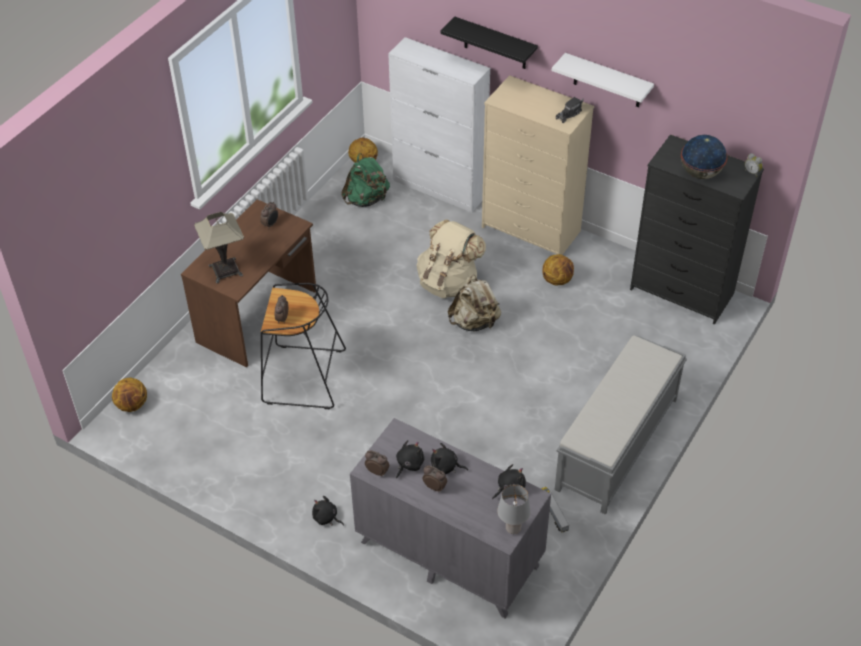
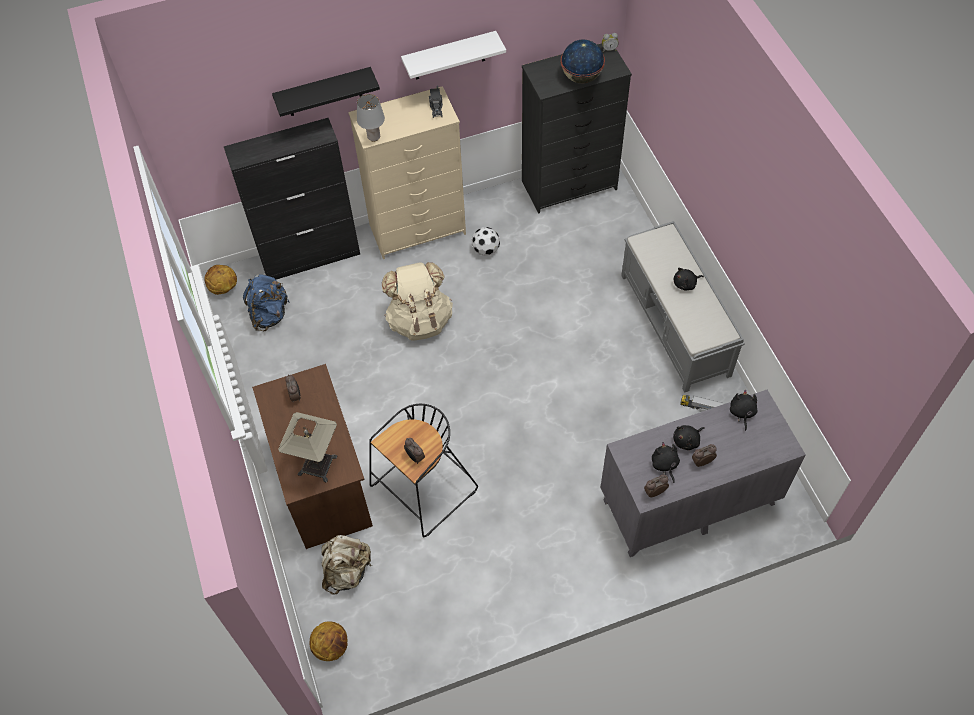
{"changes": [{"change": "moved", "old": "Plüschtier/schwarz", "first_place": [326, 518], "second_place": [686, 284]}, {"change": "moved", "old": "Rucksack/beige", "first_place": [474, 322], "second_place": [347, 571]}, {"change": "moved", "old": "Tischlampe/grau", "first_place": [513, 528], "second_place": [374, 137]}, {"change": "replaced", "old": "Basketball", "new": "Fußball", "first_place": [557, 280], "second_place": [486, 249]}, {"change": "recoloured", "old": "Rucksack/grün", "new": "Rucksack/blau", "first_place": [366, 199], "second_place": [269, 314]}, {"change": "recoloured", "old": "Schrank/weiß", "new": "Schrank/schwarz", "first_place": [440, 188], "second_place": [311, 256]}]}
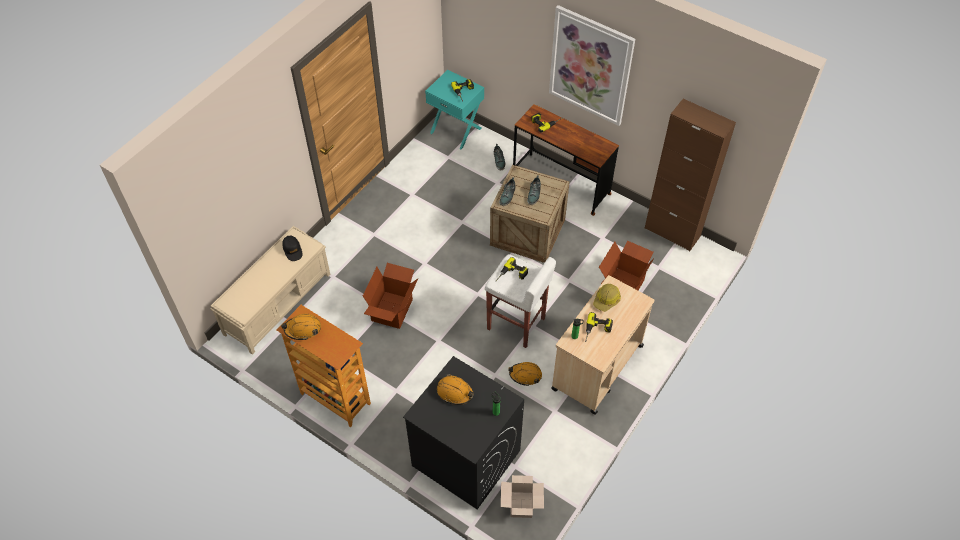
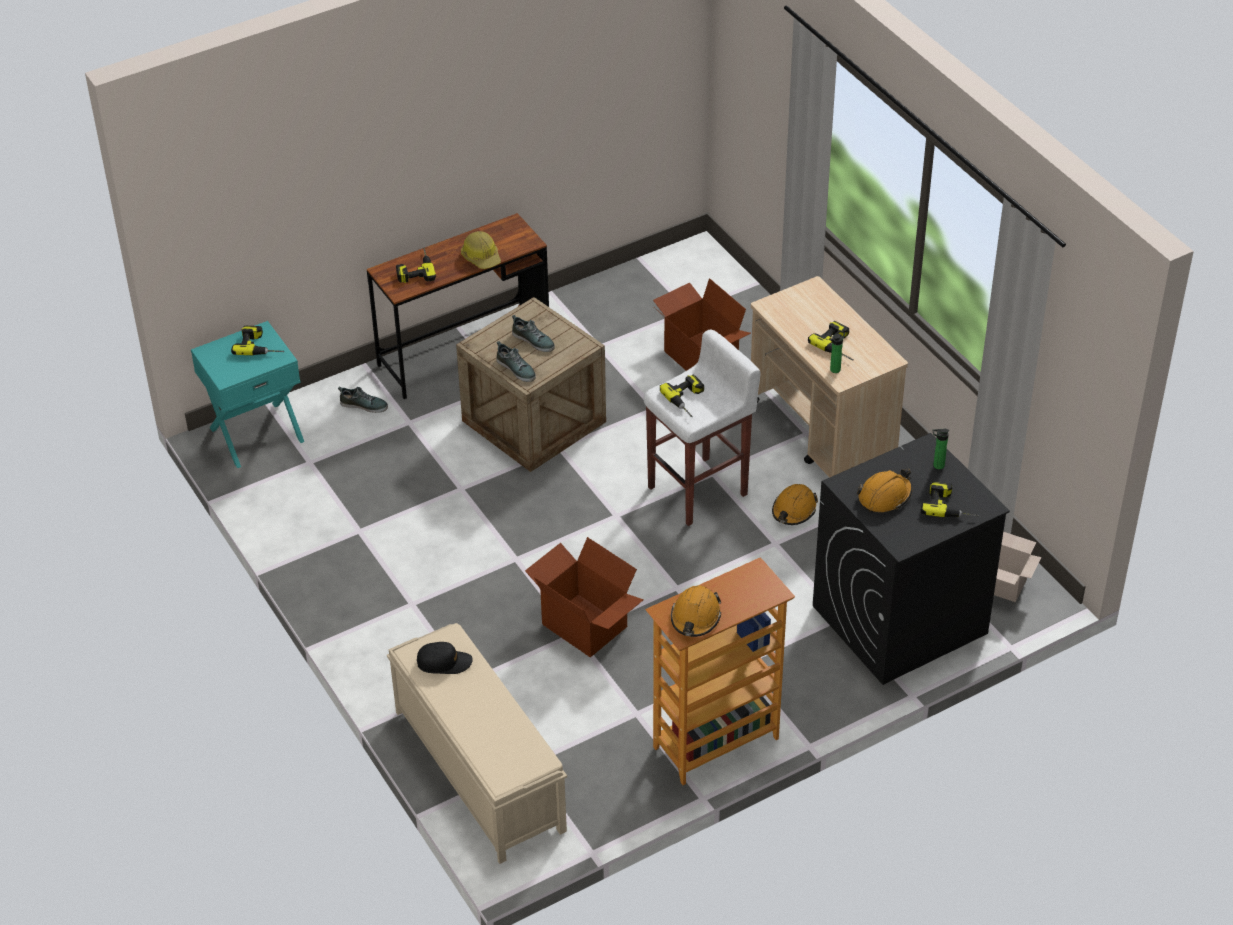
{"changes": [{"change": "removed", "old": "Bild", "first_place": [590, 66]}, {"change": "removed", "old": "Schrank/braun", "first_place": [672, 232]}, {"change": "added", "new": "Bohrmaschine", "second_place": [951, 505]}, {"change": "moved", "old": "Schutzhelm", "first_place": [606, 300], "second_place": [481, 257]}]}
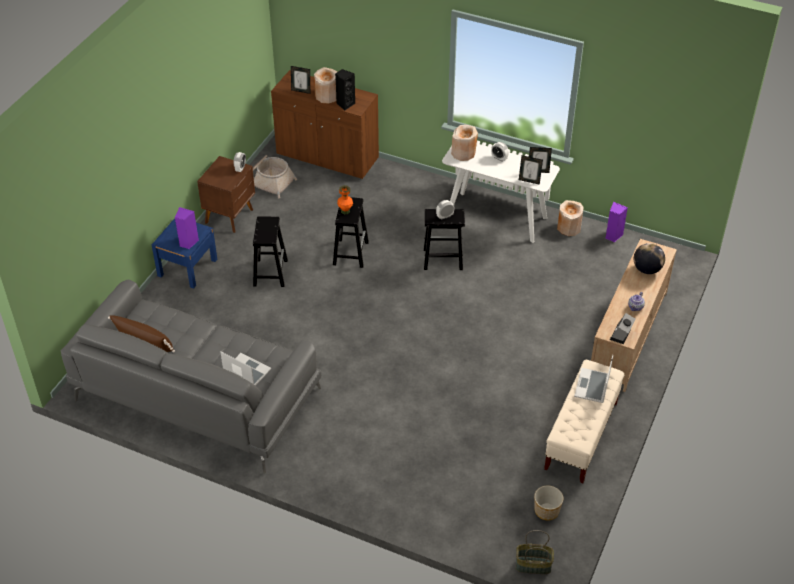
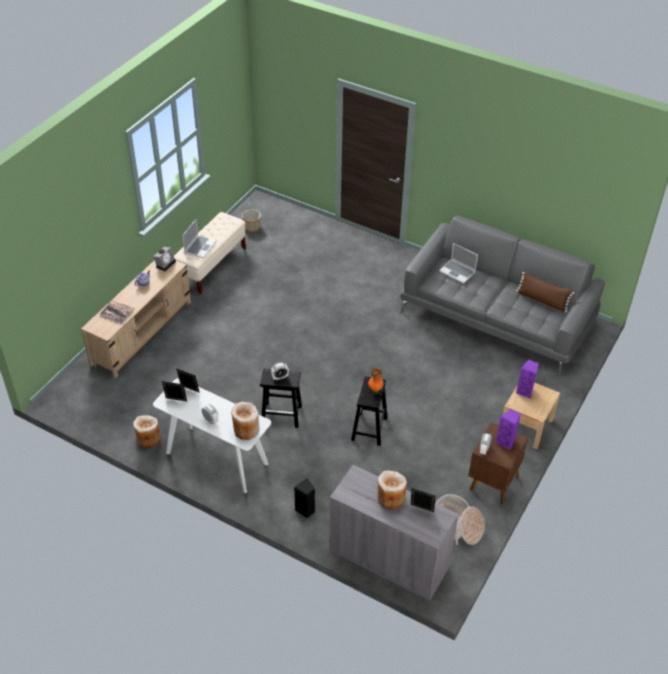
{"changes": [{"change": "removed", "old": "Hocker/schwarz", "first_place": [270, 272]}, {"change": "removed", "old": "Korb", "first_place": [533, 565]}, {"change": "moved", "old": "Lautsprecher/schwarz", "first_place": [345, 104], "second_place": [305, 510]}, {"change": "moved", "old": "Lautsprecher/lila", "first_place": [612, 236], "second_place": [506, 442]}, {"change": "replaced", "old": "Globus", "new": "Buch", "first_place": [647, 269], "second_place": [117, 312]}, {"change": "recoloured", "old": "Nachttisch/blau", "new": "Nachttisch/beige", "first_place": [187, 267], "second_place": [526, 426]}, {"change": "recoloured", "old": "Schrank/braun", "new": "Schrank/grau", "first_place": [327, 156], "second_place": [389, 559]}]}
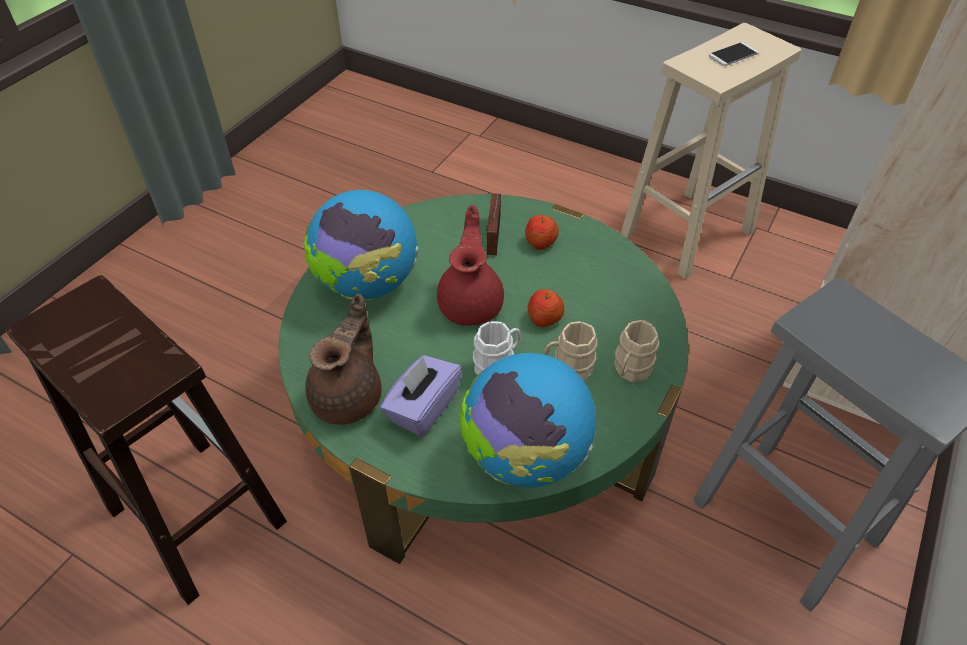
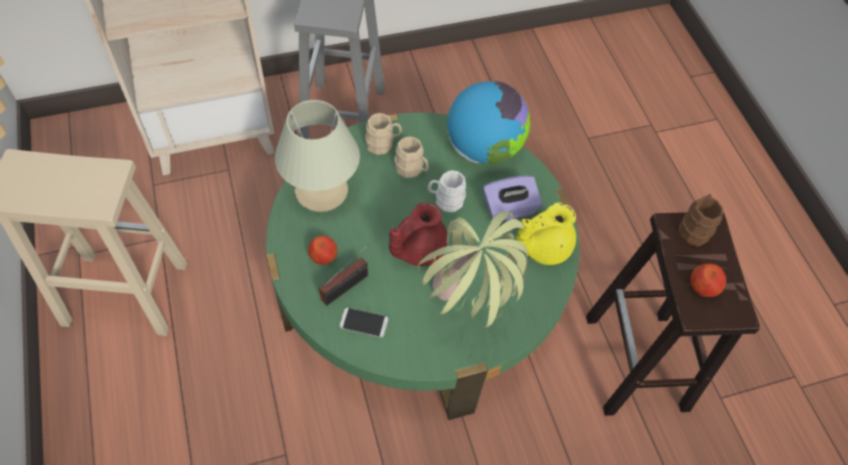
{"changes": [{"change": "added", "new": "Tischlampe/beige", "second_place": [321, 191]}, {"change": "added", "new": "Henkelbecher/braun", "second_place": [694, 228]}, {"change": "moved", "old": "Apfel", "first_place": [544, 318], "second_place": [703, 287]}, {"change": "moved", "old": "Handy", "first_place": [733, 55], "second_place": [364, 322]}, {"change": "replaced", "old": "Globus", "new": "Topfpflanze", "first_place": [367, 285], "second_place": [466, 317]}, {"change": "recoloured", "old": "Teekanne/braun", "new": "Teekanne/gelb", "first_place": [349, 396], "second_place": [542, 246]}]}
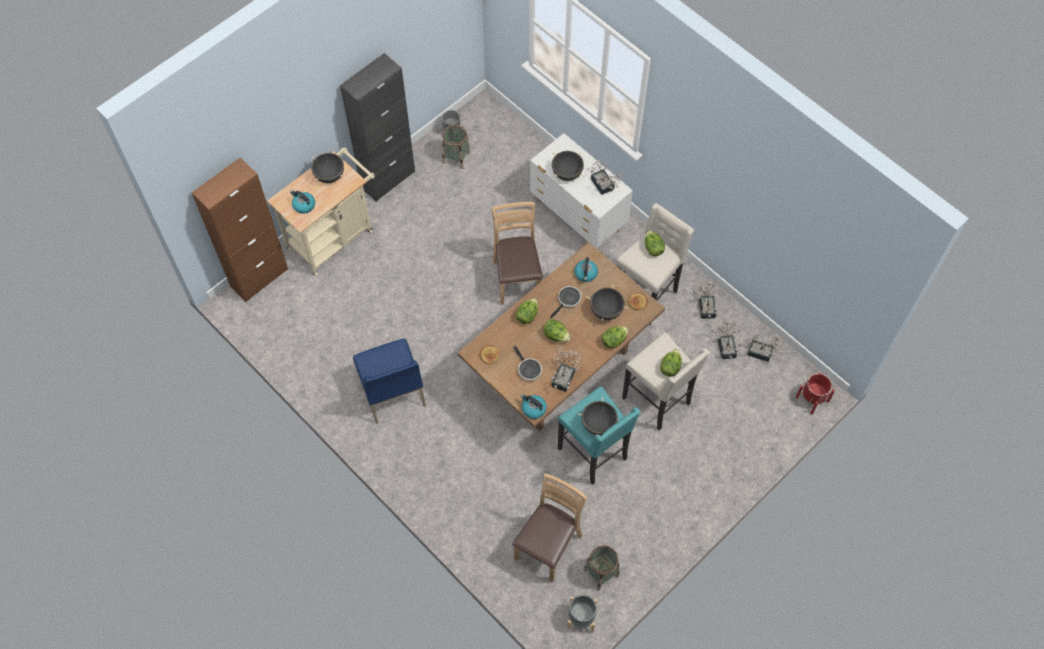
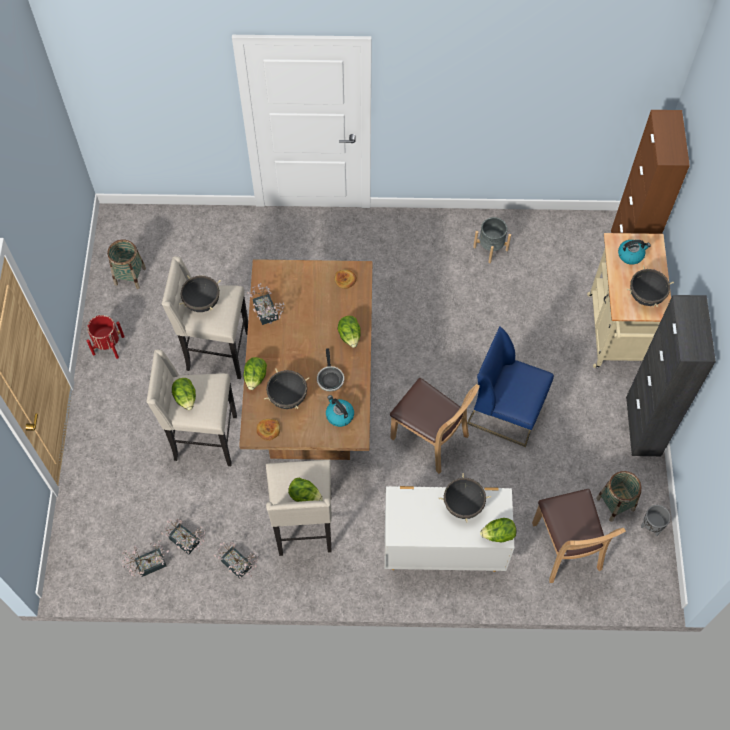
{"changes": [{"change": "removed", "old": "Pfanne", "first_place": [528, 369]}, {"change": "removed", "old": "Wasserkessel", "first_place": [533, 409]}, {"change": "removed", "old": "Topfpflanze", "first_place": [603, 186]}, {"change": "moved", "old": "Stuhl/blau", "first_place": [391, 390], "second_place": [507, 410]}, {"change": "moved", "old": "Stuhl/braun", "first_place": [548, 546], "second_place": [566, 548]}, {"change": "moved", "old": "Salatkopf", "first_place": [556, 335], "second_place": [498, 535]}, {"change": "moved", "old": "Pflanzkübel/grau", "first_place": [581, 618], "second_place": [490, 248]}, {"change": "moved", "old": "Pflanzkübel/rot", "first_place": [812, 399], "second_place": [108, 345]}, {"change": "recoloured", "old": "Hocker/türkis", "new": "Hocker/beige", "first_place": [594, 454], "second_place": [216, 352]}]}
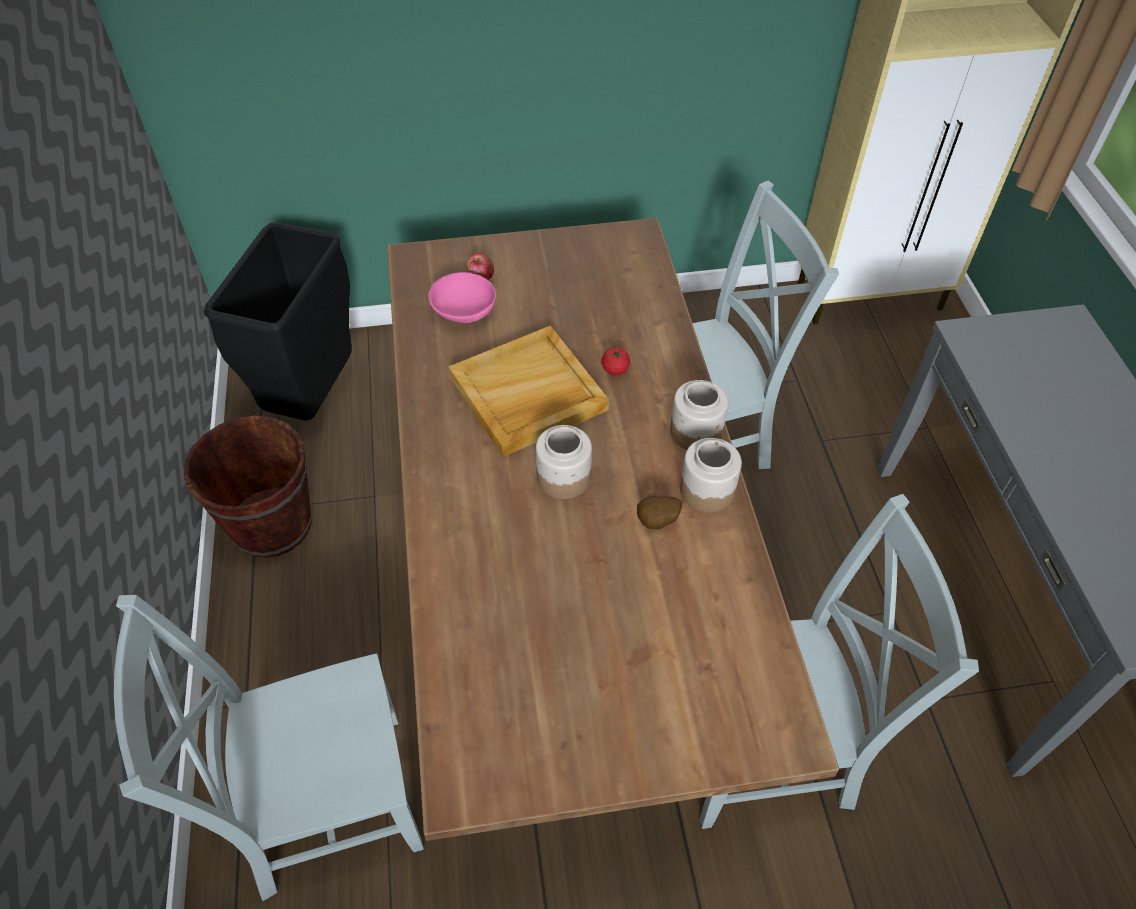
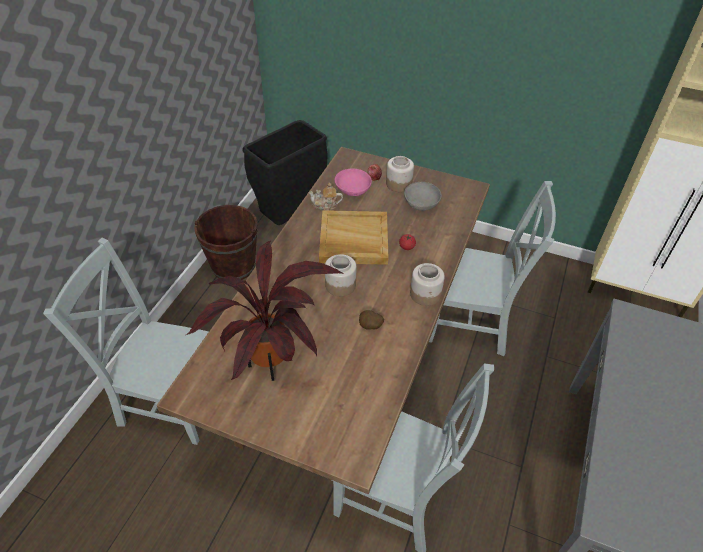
{"changes": [{"change": "added", "new": "Topfpflanze", "second_place": [272, 366]}, {"change": "added", "new": "Teekanne", "second_place": [325, 205]}, {"change": "added", "new": "Schüssel/grau", "second_place": [422, 204]}, {"change": "moved", "old": "Vorratsglas", "first_place": [707, 490], "second_place": [399, 184]}]}
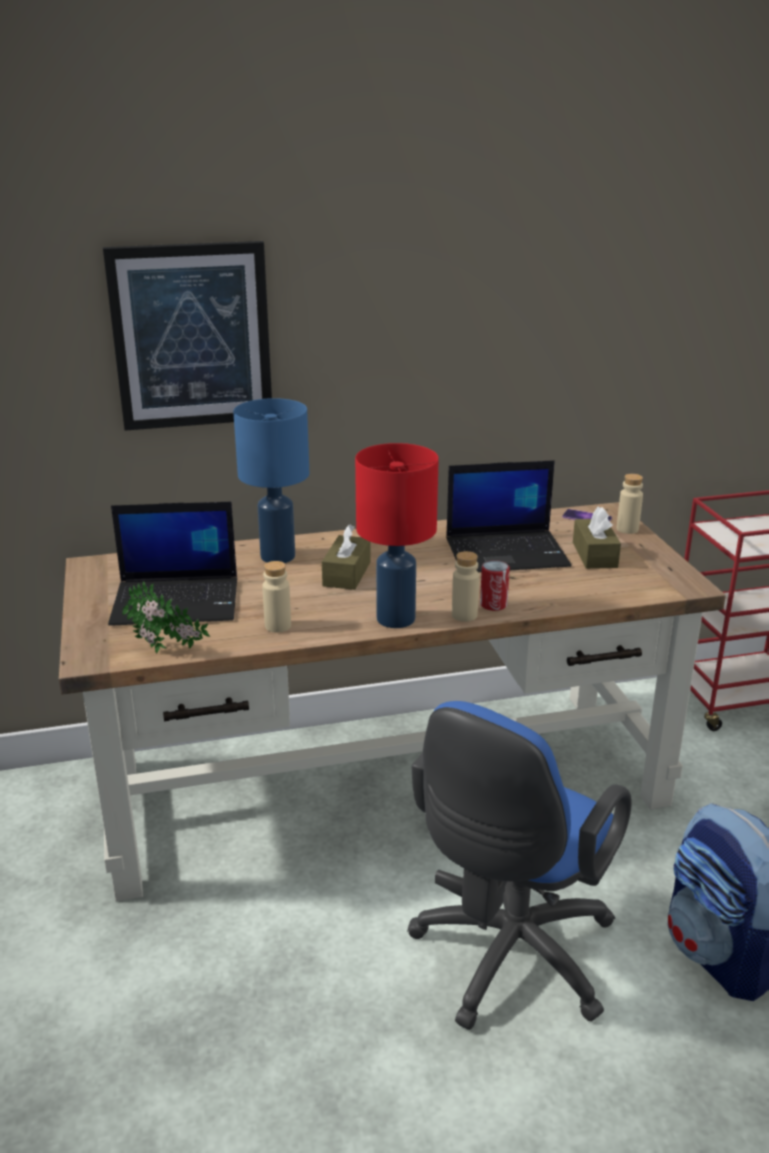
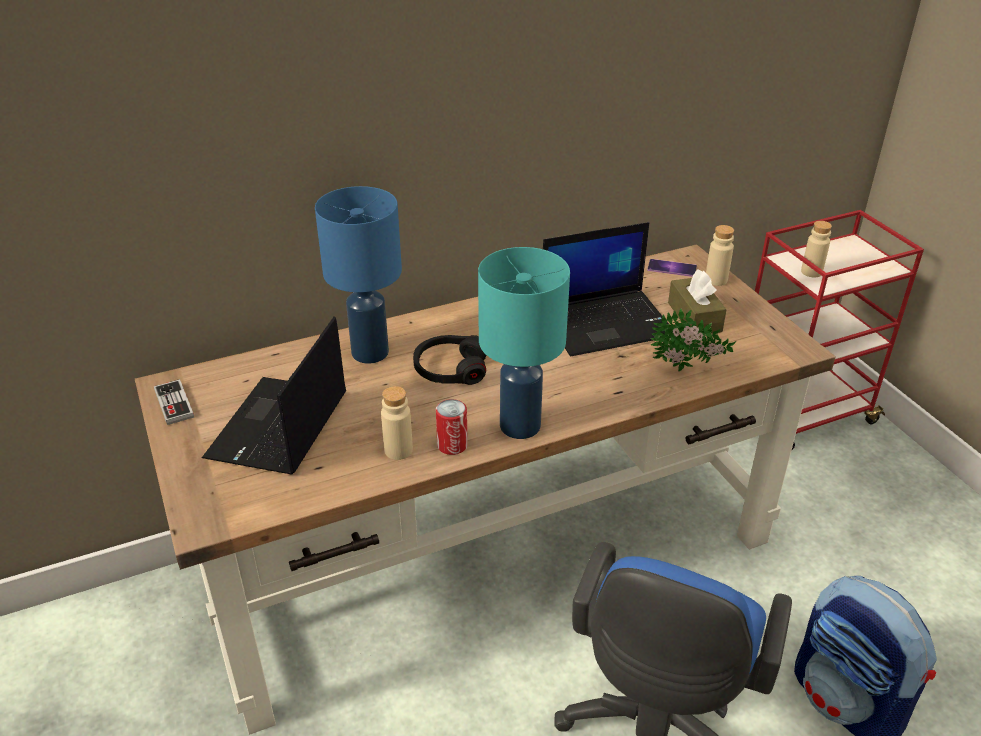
{"changes": [{"change": "removed", "old": "Bild", "first_place": [191, 336]}, {"change": "added", "new": "Gamepad", "second_place": [174, 404]}, {"change": "moved", "old": "Topfpflanze", "first_place": [168, 652], "second_place": [688, 369]}, {"change": "moved", "old": "Flasche/beige", "first_place": [464, 615], "second_place": [811, 272]}, {"change": "moved", "old": "Dose", "first_place": [493, 604], "second_place": [452, 445]}, {"change": "replaced", "old": "Taschentuchbox/braun", "new": "Kopfhörer/schwarz", "first_place": [346, 574], "second_place": [450, 369]}, {"change": "recoloured", "old": "Tischlampe/rot", "new": "Tischlampe/türkis", "first_place": [396, 618], "second_place": [520, 425]}, {"change": "turned", "old": "Laptop", "first_place": [178, 601], "second_place": [279, 427], "degrees": 120}]}
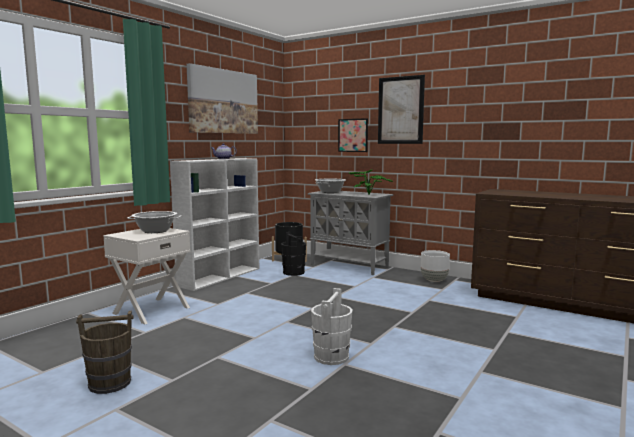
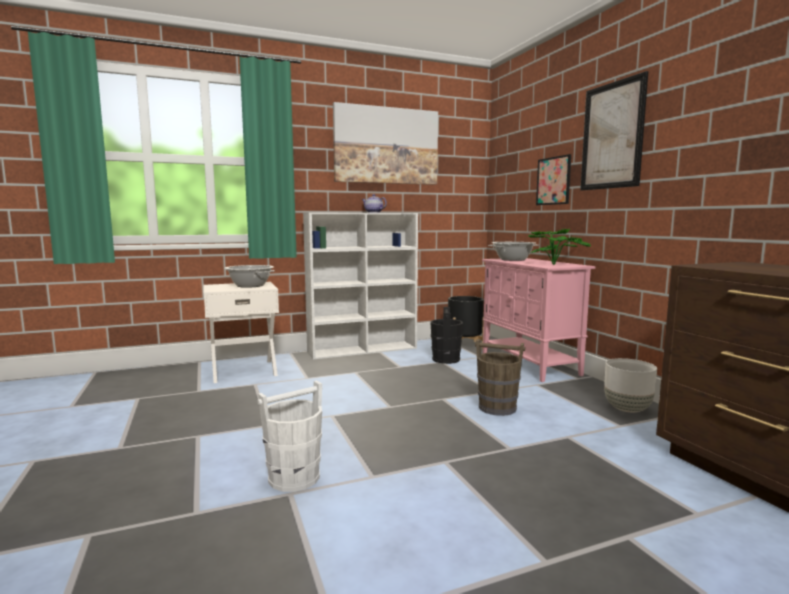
{"changes": [{"change": "moved", "old": "Eimer/braun", "first_place": [109, 383], "second_place": [497, 408]}, {"change": "recoloured", "old": "Schrank/grau", "new": "Schrank/rosa", "first_place": [350, 266], "second_place": [530, 364]}]}
